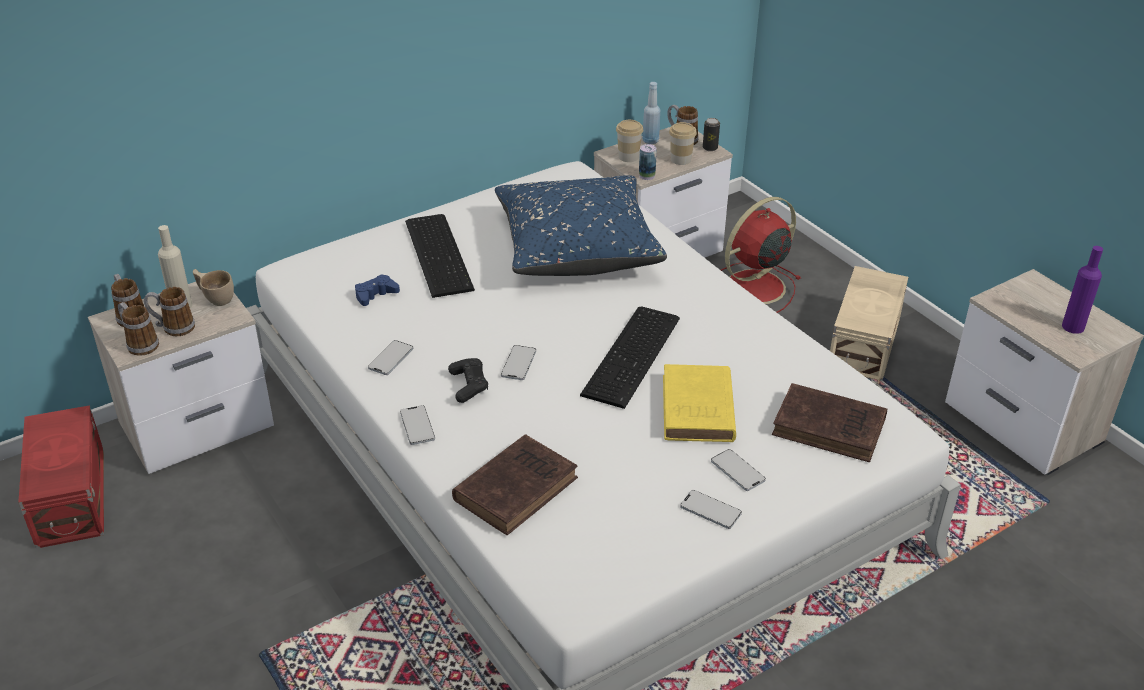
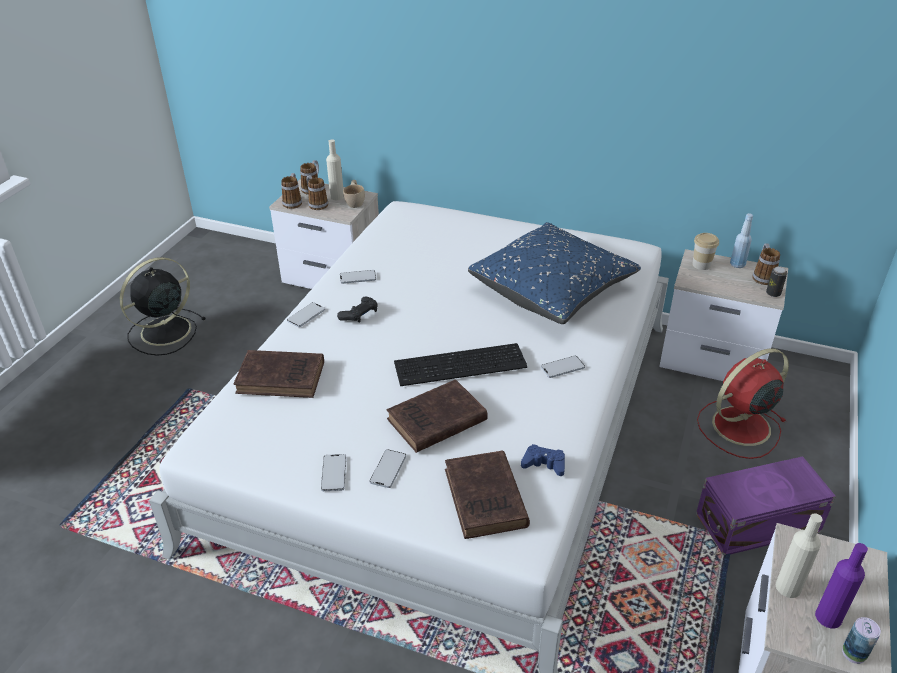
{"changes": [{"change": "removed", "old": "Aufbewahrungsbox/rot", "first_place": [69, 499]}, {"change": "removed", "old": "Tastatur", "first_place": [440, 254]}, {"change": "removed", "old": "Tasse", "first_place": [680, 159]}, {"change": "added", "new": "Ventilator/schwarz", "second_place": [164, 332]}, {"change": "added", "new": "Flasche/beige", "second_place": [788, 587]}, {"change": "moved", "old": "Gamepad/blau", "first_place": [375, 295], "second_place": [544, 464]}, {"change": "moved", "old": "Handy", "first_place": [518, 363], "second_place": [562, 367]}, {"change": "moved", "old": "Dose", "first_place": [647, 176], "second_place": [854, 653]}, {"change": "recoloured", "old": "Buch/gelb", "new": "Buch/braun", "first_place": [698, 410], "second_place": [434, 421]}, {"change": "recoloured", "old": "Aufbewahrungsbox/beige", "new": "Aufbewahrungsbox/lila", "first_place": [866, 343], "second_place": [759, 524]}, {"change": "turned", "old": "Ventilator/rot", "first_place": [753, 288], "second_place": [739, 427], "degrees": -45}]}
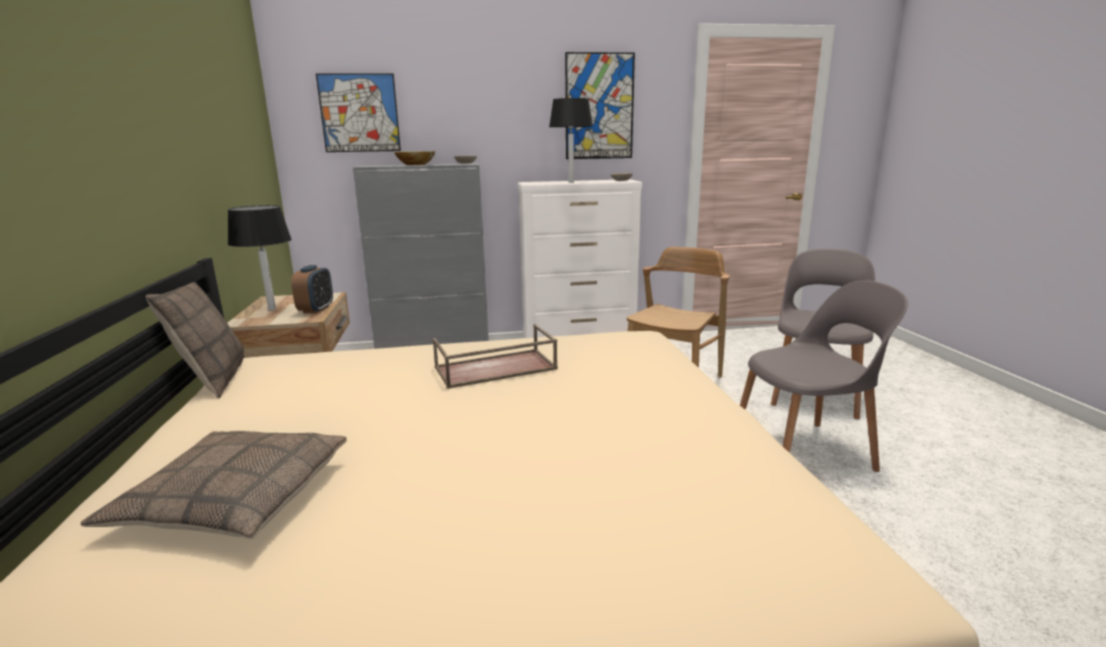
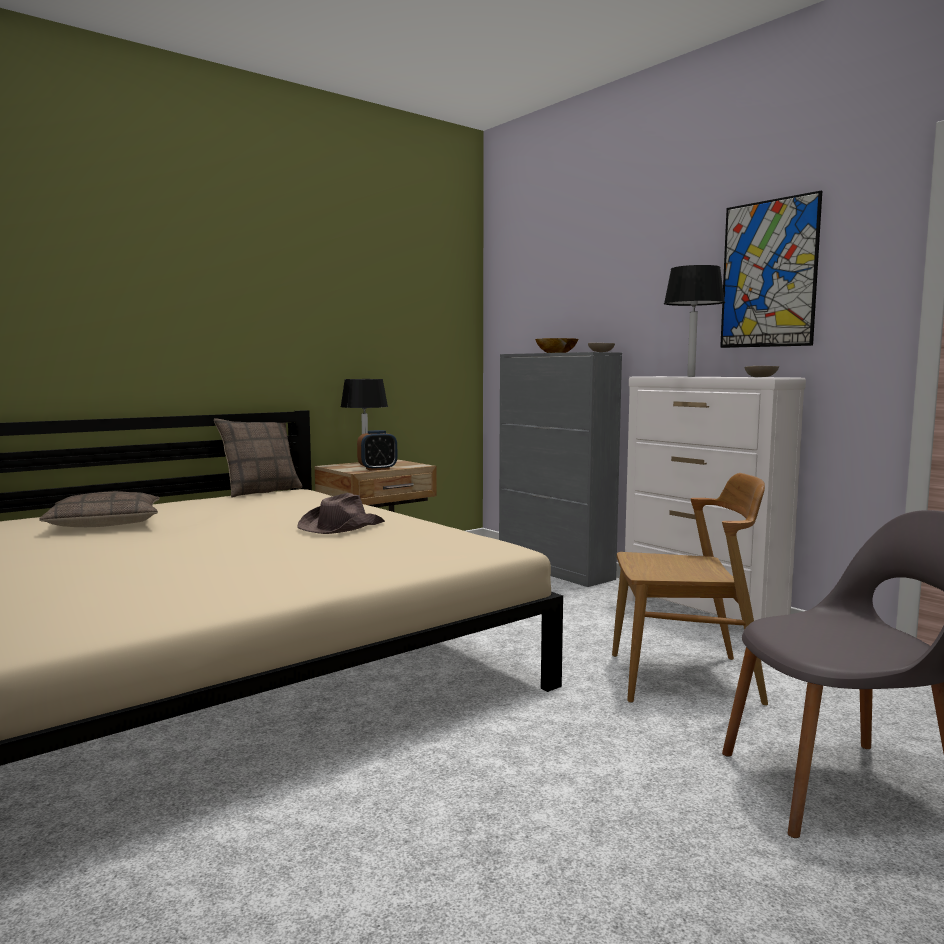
{"changes": [{"change": "removed", "old": "Bild", "first_place": [359, 113]}, {"change": "removed", "old": "Stuhl/grau", "first_place": [805, 451]}, {"change": "replaced", "old": "Tablett/braun", "new": "Hut/braun", "first_place": [494, 369], "second_place": [341, 526]}]}
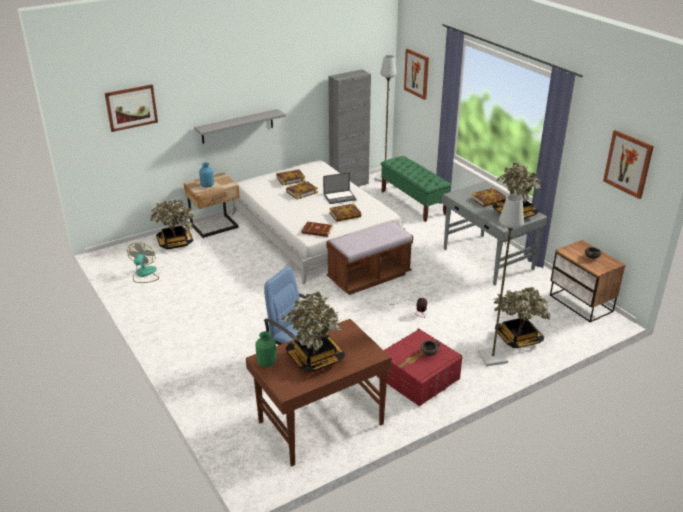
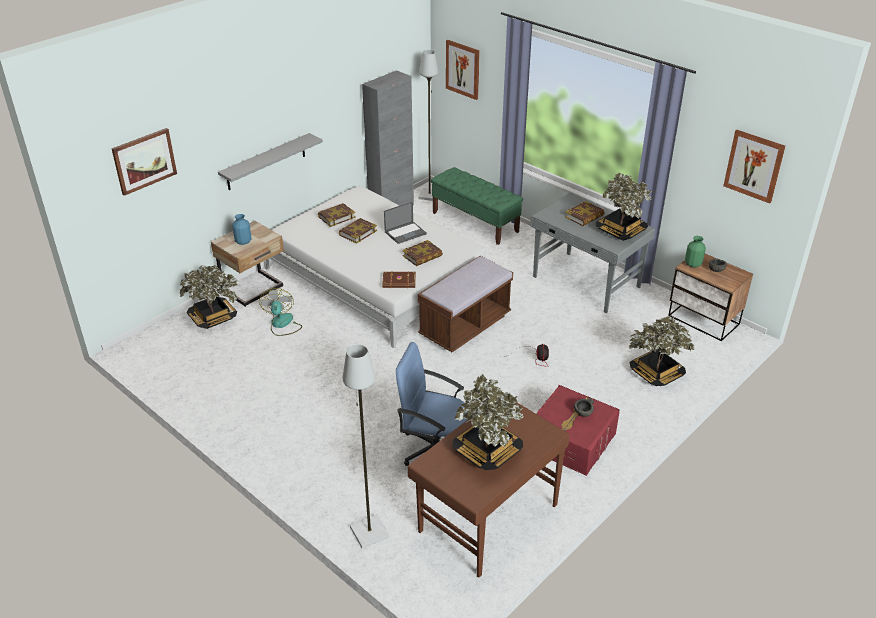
{"changes": [{"change": "moved", "old": "Ventilator", "first_place": [144, 274], "second_place": [282, 324]}, {"change": "moved", "old": "Vase/grün", "first_place": [266, 362], "second_place": [692, 264]}, {"change": "moved", "old": "Stehlampe/grau", "first_place": [492, 358], "second_place": [369, 533]}]}
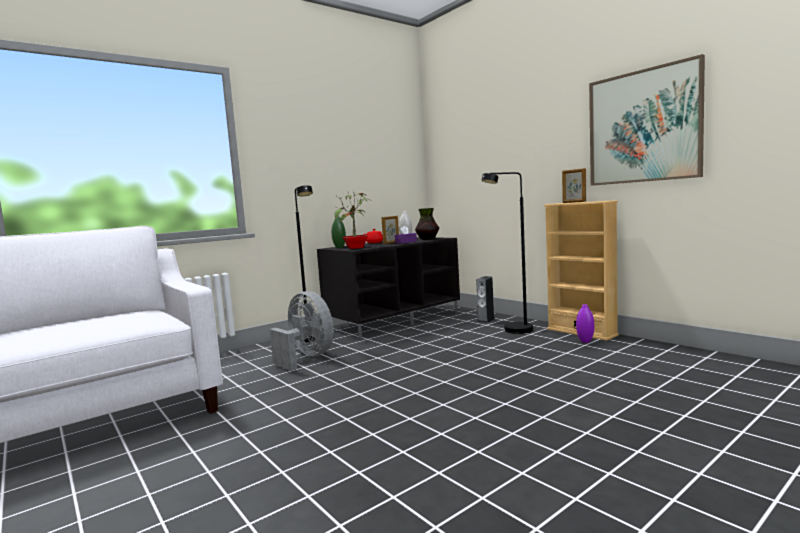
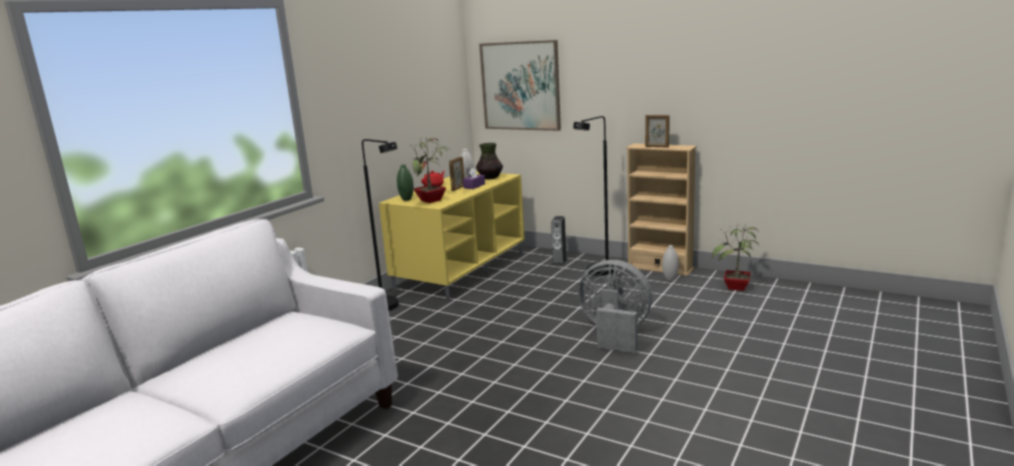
{"changes": [{"change": "added", "new": "Topfpflanze", "second_place": [736, 288]}, {"change": "moved", "old": "Ventilator/grau", "first_place": [306, 358], "second_place": [615, 334]}, {"change": "moved", "old": "Bild", "first_place": [643, 126], "second_place": [520, 86]}, {"change": "recoloured", "old": "Fernsehschrank/schwarz", "new": "Fernsehschrank/gelb", "first_place": [394, 320], "second_place": [461, 271]}, {"change": "recoloured", "old": "Vase/lila", "new": "Vase/weiß", "first_place": [585, 341], "second_place": [670, 279]}]}
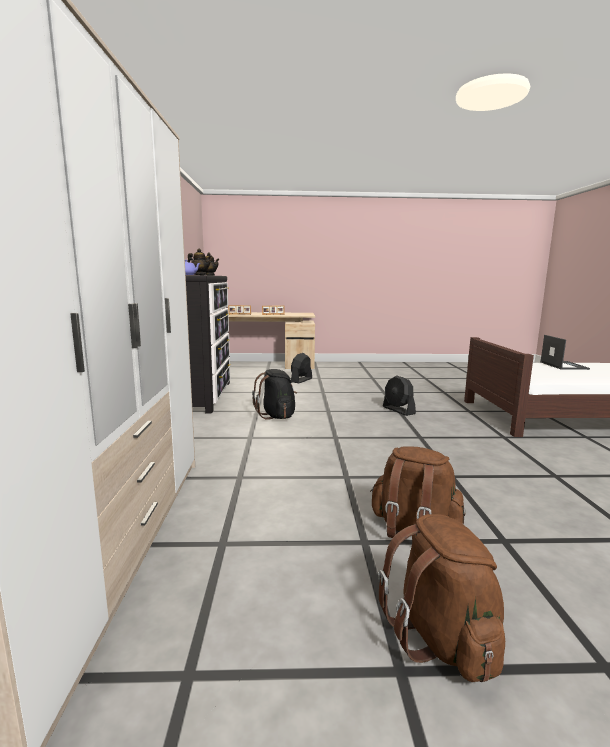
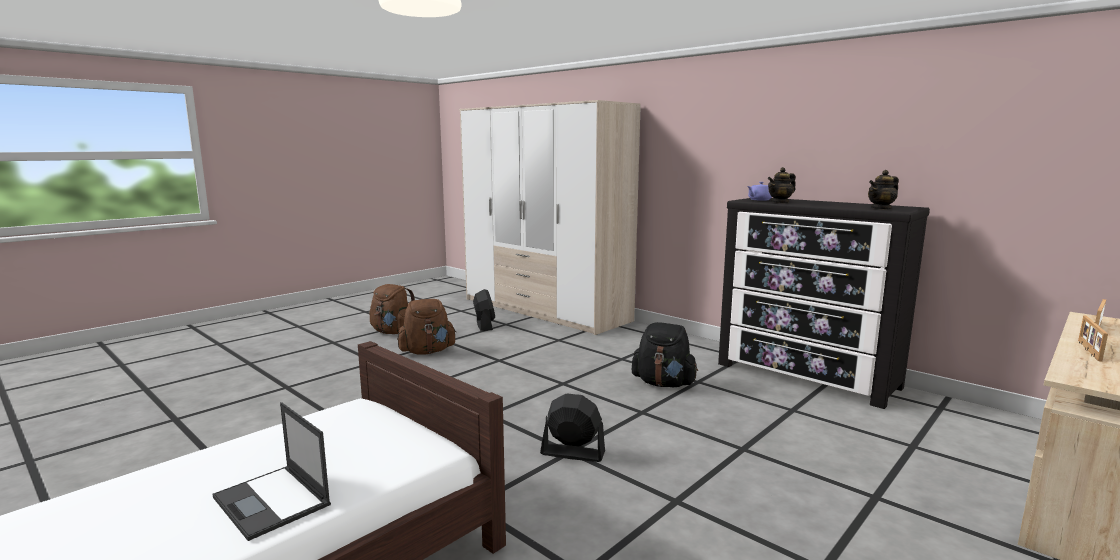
{"changes": [{"change": "moved", "old": "Ventilator/schwarz", "first_place": [301, 380], "second_place": [484, 325]}]}
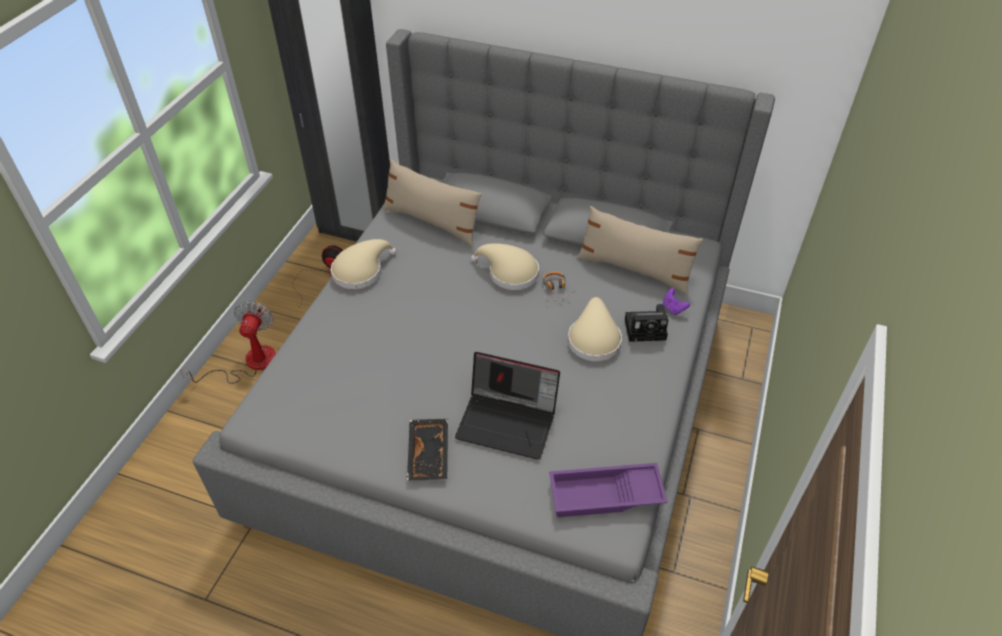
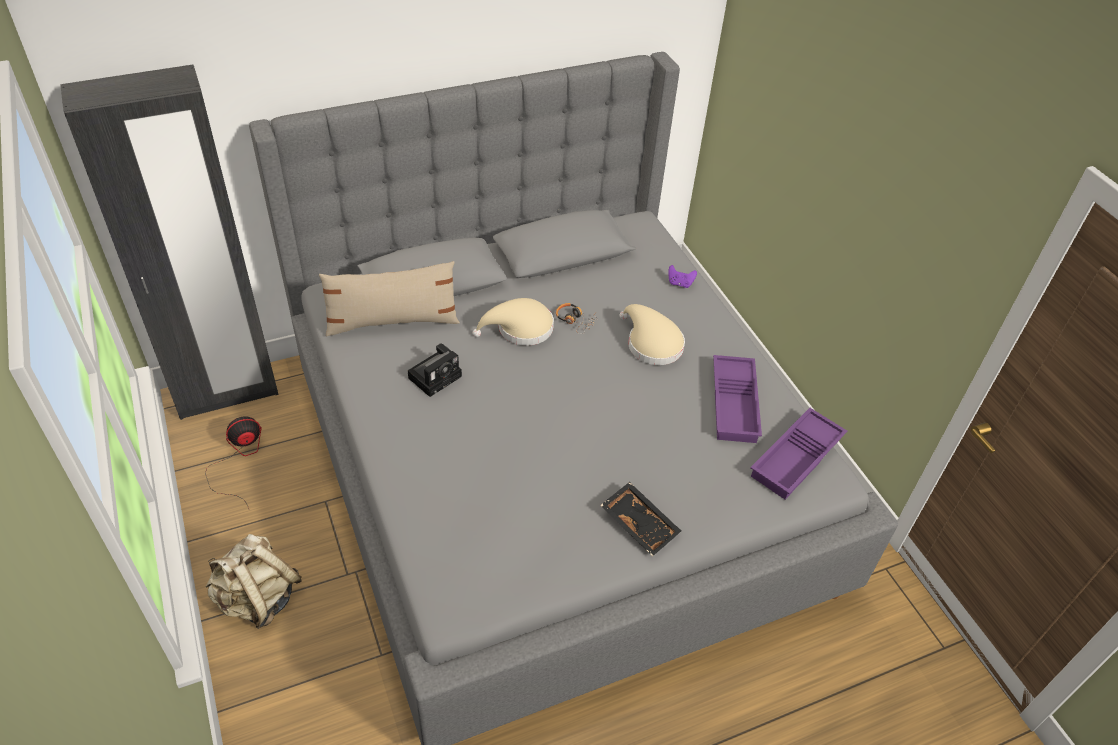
{"changes": [{"change": "removed", "old": "Hut/beige", "first_place": [360, 271]}, {"change": "removed", "old": "Laptop", "first_place": [508, 422]}, {"change": "removed", "old": "Kissen/beige", "first_place": [634, 269]}, {"change": "added", "new": "Tablett/lila", "second_place": [735, 404]}, {"change": "moved", "old": "Kamera", "first_place": [647, 329], "second_place": [436, 376]}, {"change": "replaced", "old": "Ventilator", "new": "Rucksack/beige", "first_place": [249, 363], "second_place": [258, 599]}]}
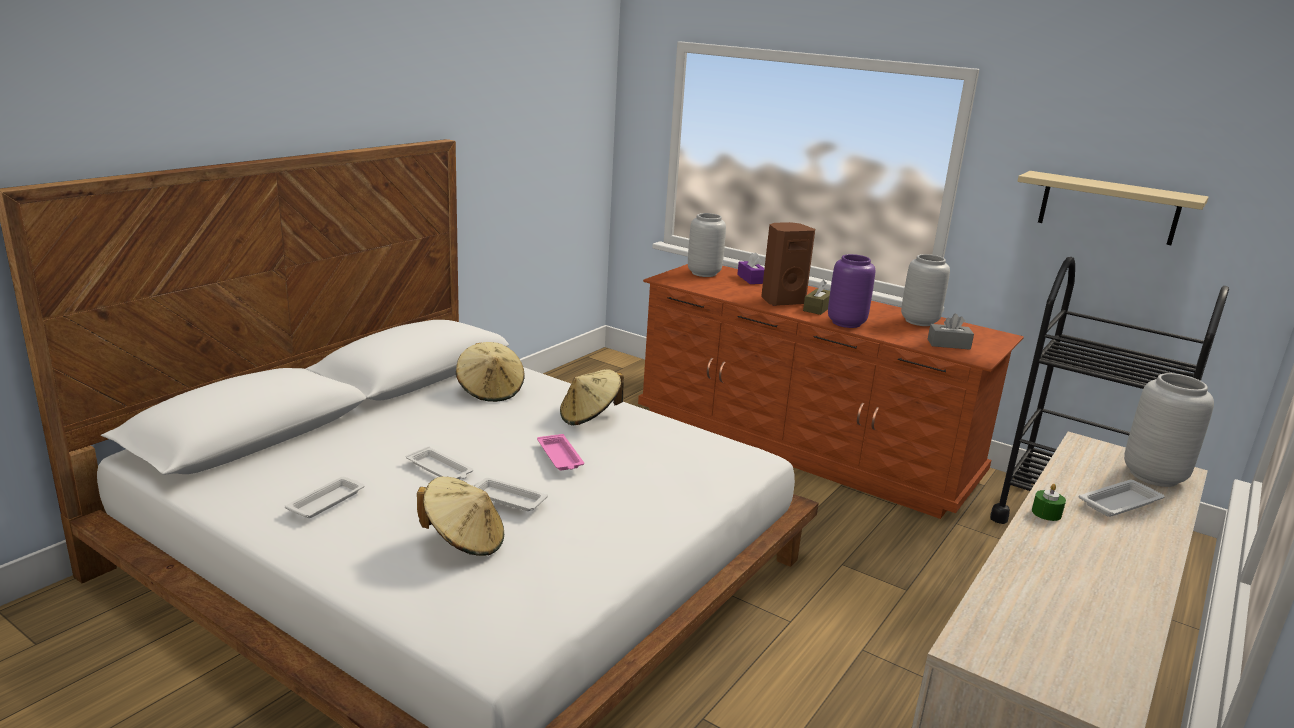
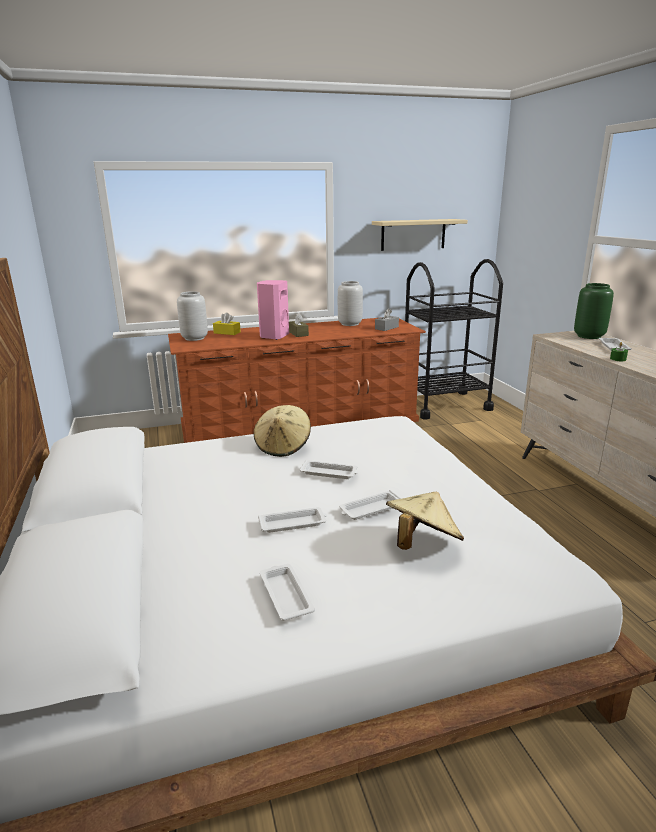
{"changes": [{"change": "removed", "old": "Hut/beige", "first_place": [490, 391]}, {"change": "removed", "old": "Vase/lila", "first_place": [846, 323]}, {"change": "recoloured", "old": "Tablett/rosa", "new": "Tablett/weiß", "first_place": [560, 457], "second_place": [329, 473]}, {"change": "recoloured", "old": "Taschentuchbox/lila", "new": "Taschentuchbox/gelb", "first_place": [751, 279], "second_place": [227, 333]}, {"change": "recoloured", "old": "Lautsprecher/braun", "new": "Lautsprecher/rosa", "first_place": [781, 301], "second_place": [273, 336]}, {"change": "recoloured", "old": "Vase/grau", "new": "Vase/grün", "first_place": [1152, 475], "second_place": [588, 336]}]}
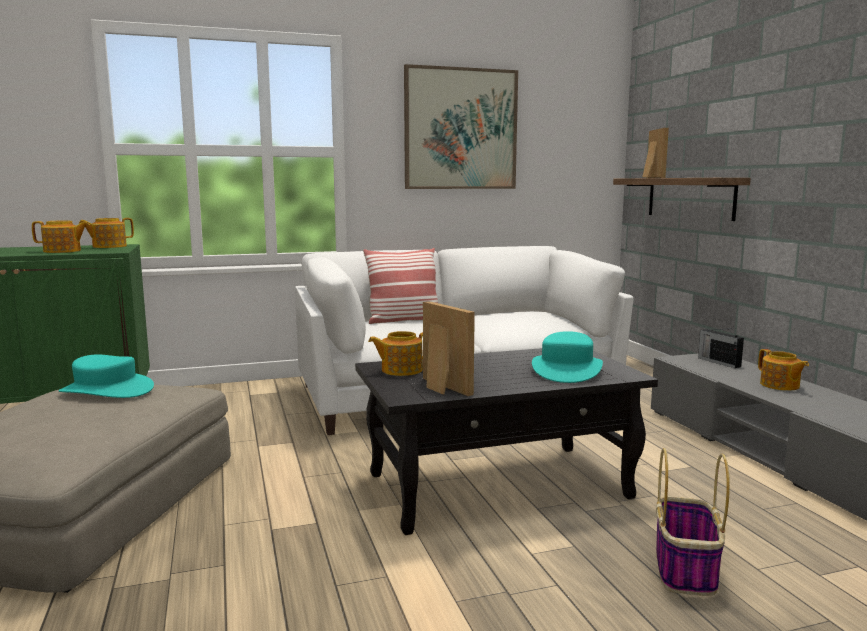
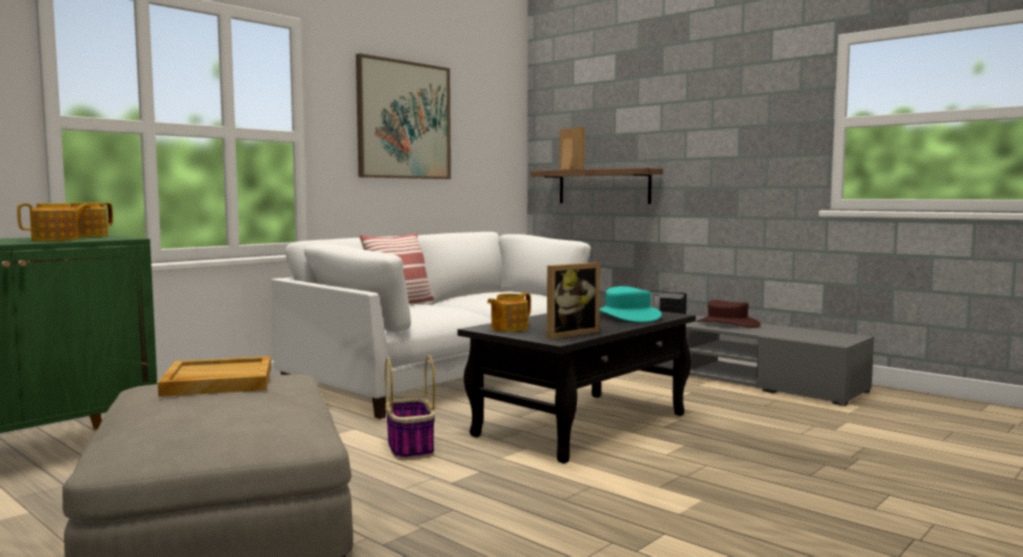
{"changes": [{"change": "moved", "old": "Korb", "first_place": [686, 570], "second_place": [410, 448]}, {"change": "replaced", "old": "Hut/türkis", "new": "Tablett/beige", "first_place": [106, 390], "second_place": [217, 381]}, {"change": "replaced", "old": "Teekanne", "new": "Hut/braun", "first_place": [780, 385], "second_place": [727, 324]}, {"change": "turned", "old": "Bilderrahmen", "first_place": [440, 388], "second_place": [568, 333], "degrees": 120}]}
